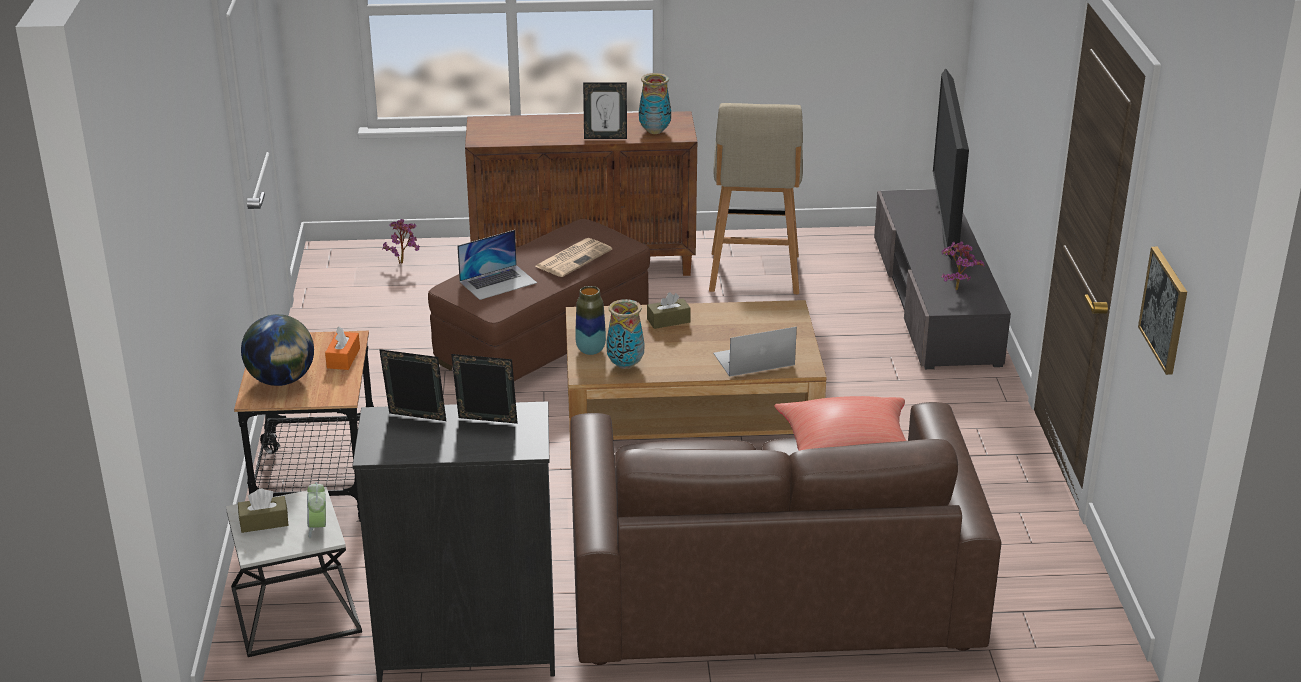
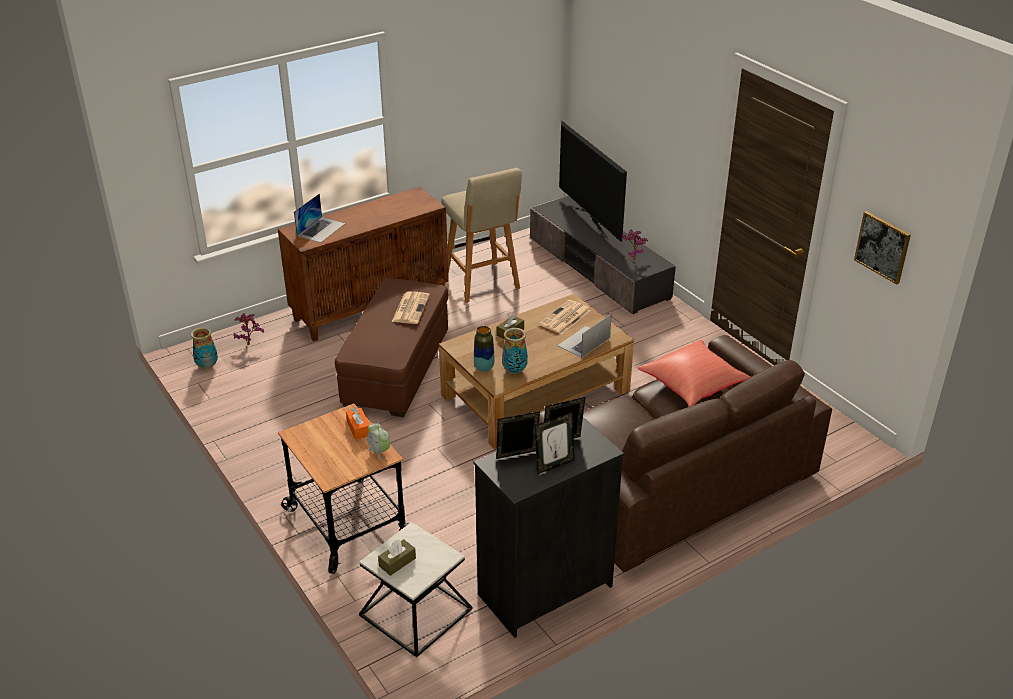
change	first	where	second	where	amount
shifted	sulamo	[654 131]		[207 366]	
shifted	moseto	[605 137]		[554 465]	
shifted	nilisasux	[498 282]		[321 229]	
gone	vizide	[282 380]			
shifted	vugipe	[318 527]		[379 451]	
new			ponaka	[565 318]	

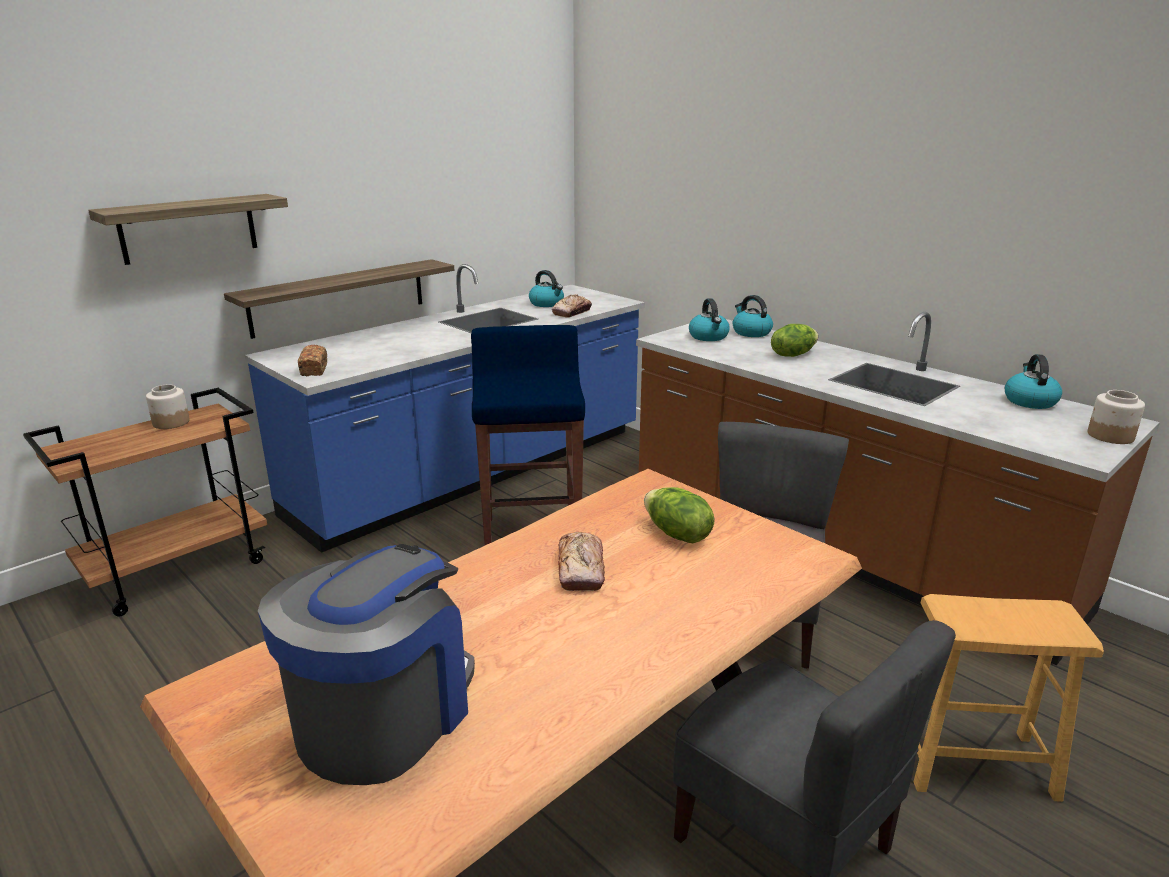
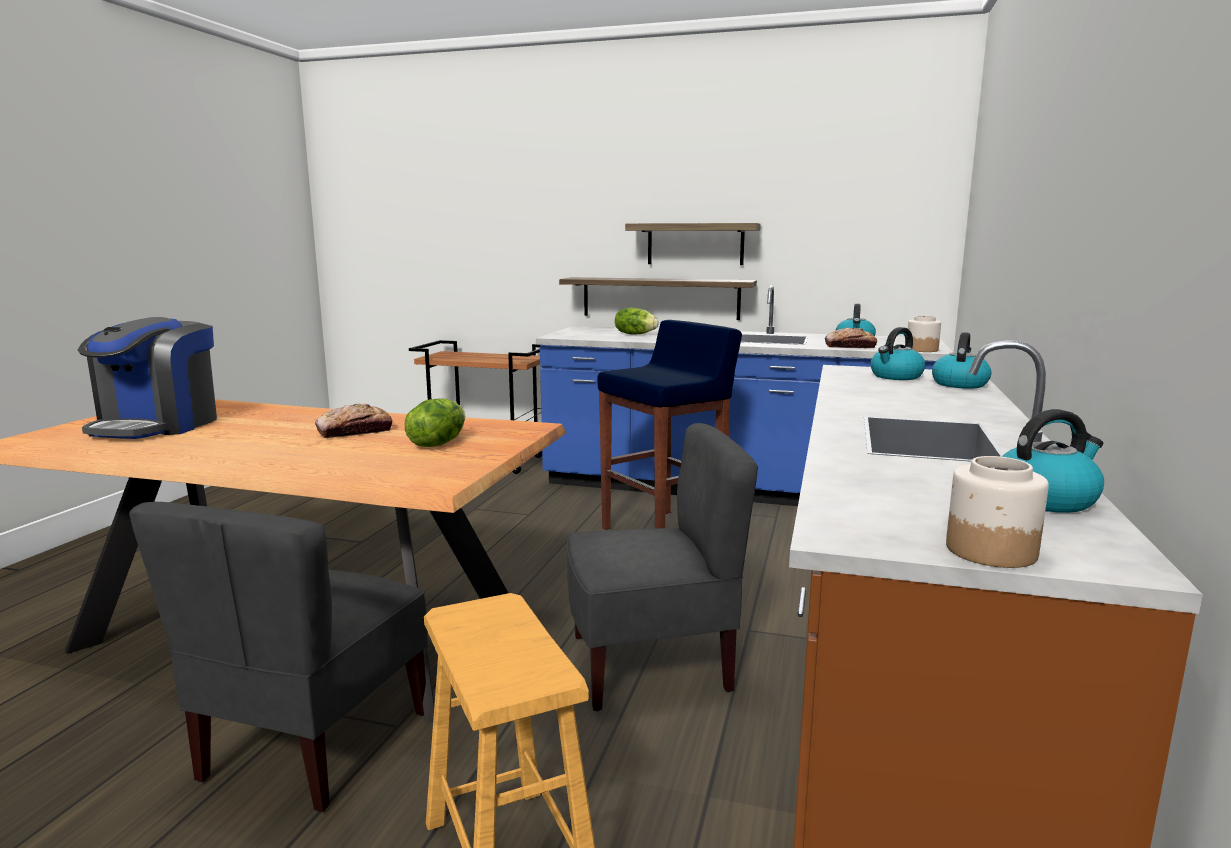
change	first	where	second	where	amount
shifted	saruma	[188 228]		[695 244]	
shifted	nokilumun	[792 354]		[635 334]	
gone	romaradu	[314 370]			
shifted	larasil	[171 422]		[921 350]	
rotated	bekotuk	[384 715]		[158 426]	105 degrees clockwise

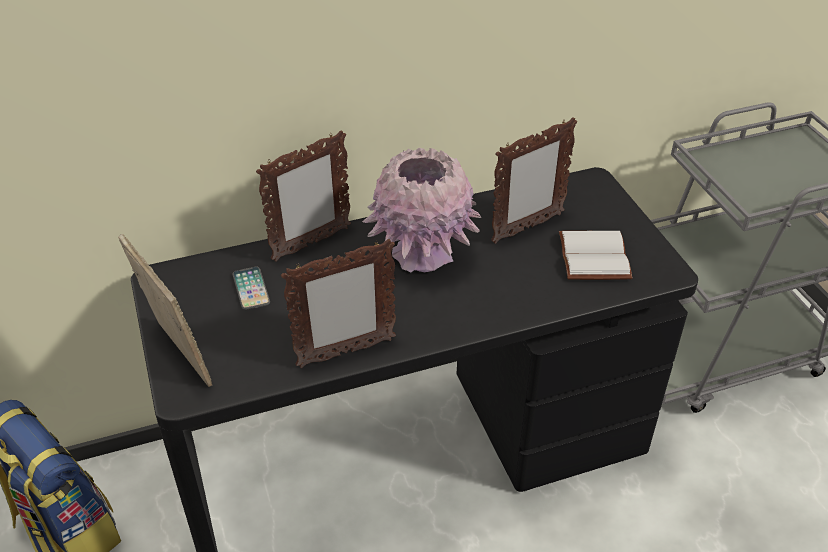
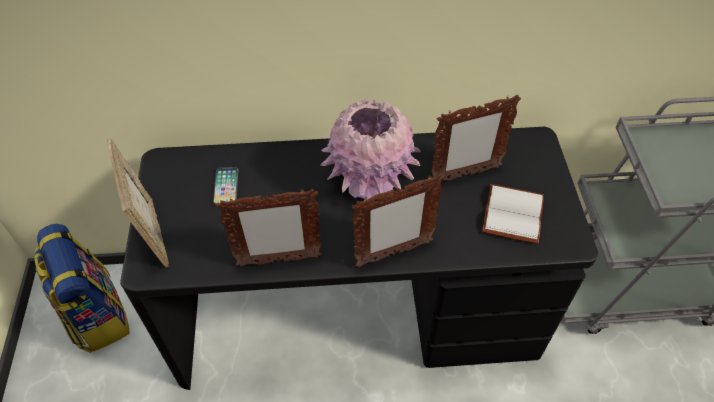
change	first	where	second	where	amount
shifted	moseto	[310 244]		[393 254]	

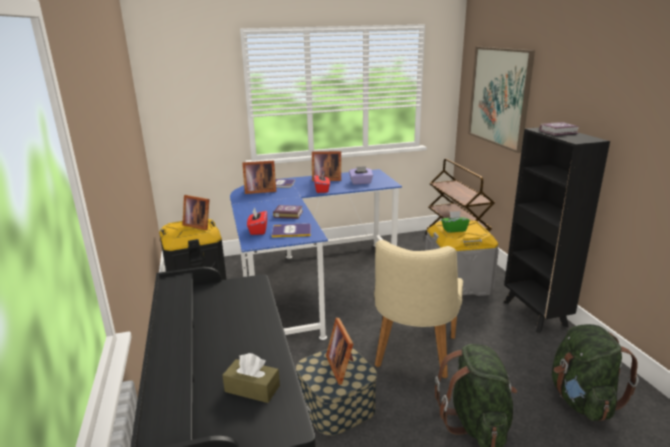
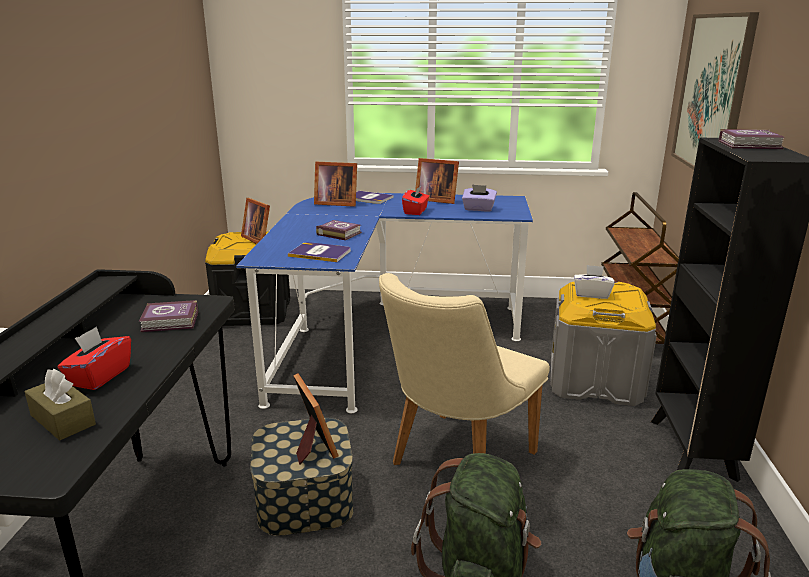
change	first	where	second	where	amount
shifted	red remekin	[258 230]		[99 376]	
repainted	green remekin	[454 229]	white remekin	[591 294]	
rotated	moseto	[342 366]		[312 445]	150 degrees clockwise
new			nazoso	[171 322]	

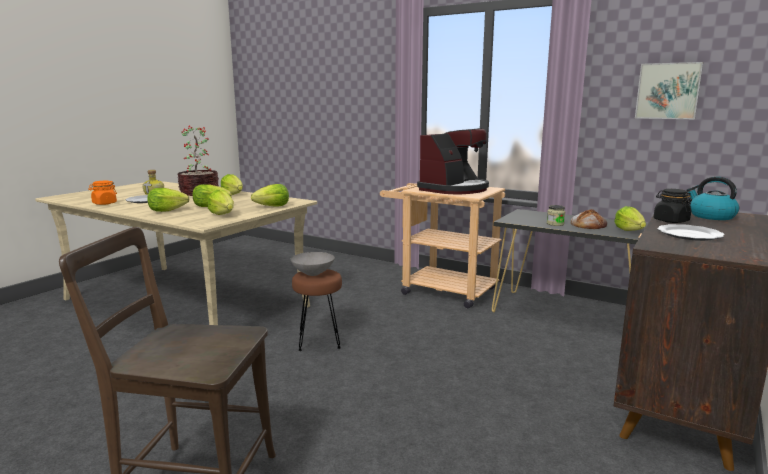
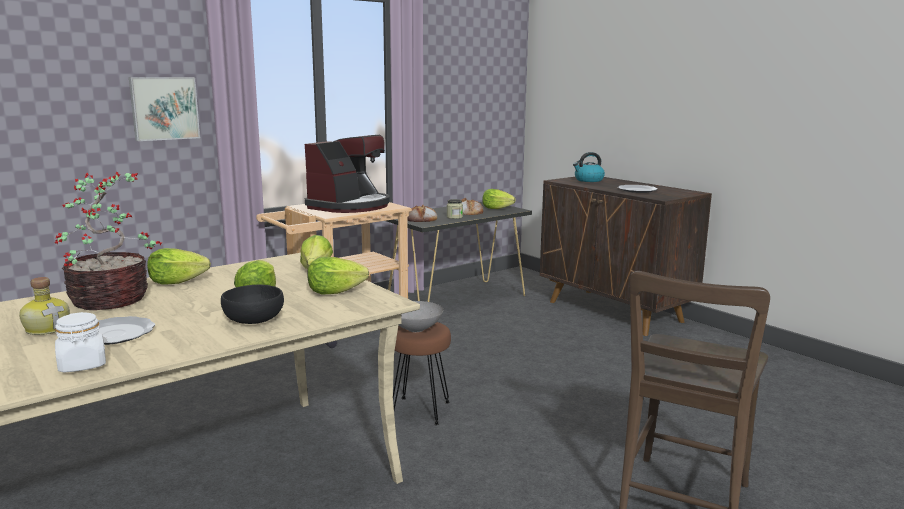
change	first	where	second	where	amount
shifted	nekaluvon	[668 91]		[164 108]	
rotated	bekotuk	[454 189]		[350 206]	60 degrees clockwise
repainted	orange larasil	[104 203]	white larasil	[82 365]	
swapped	nokilumun	[167 211]	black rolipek	[253 319]	
gone	black larasil	[670 221]			
new			romaradu	[422 219]	

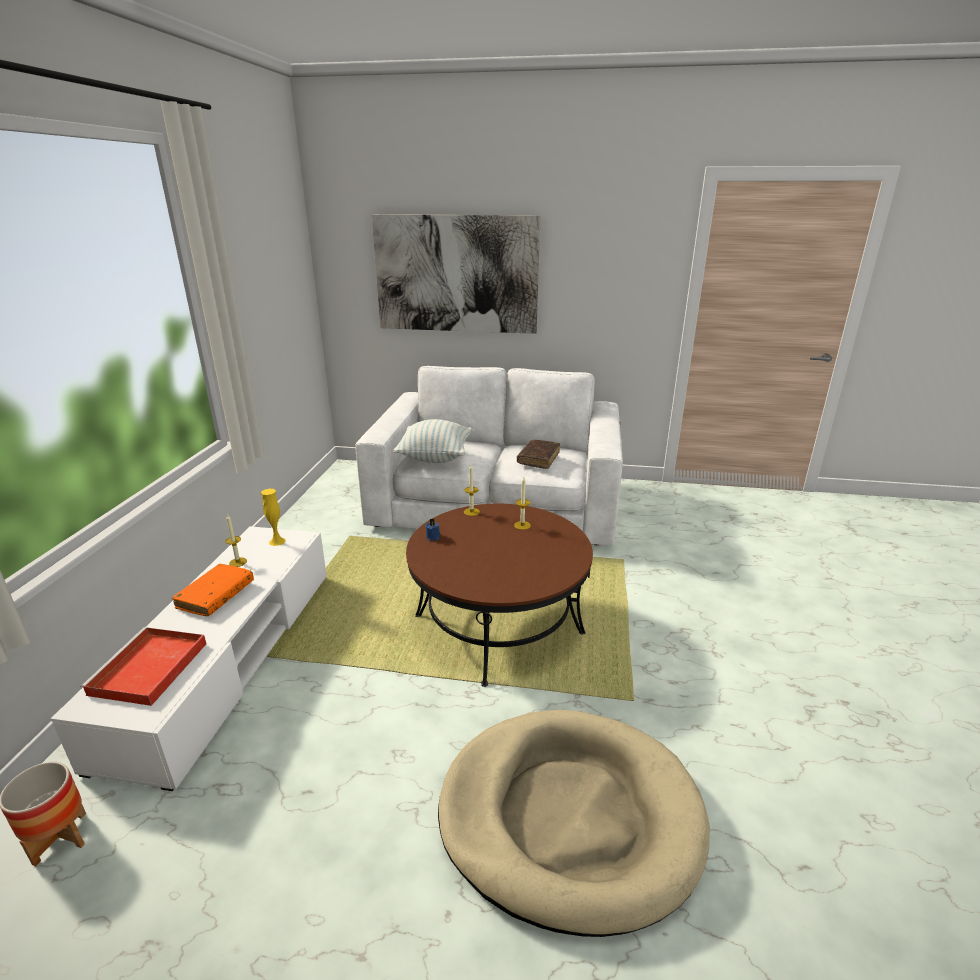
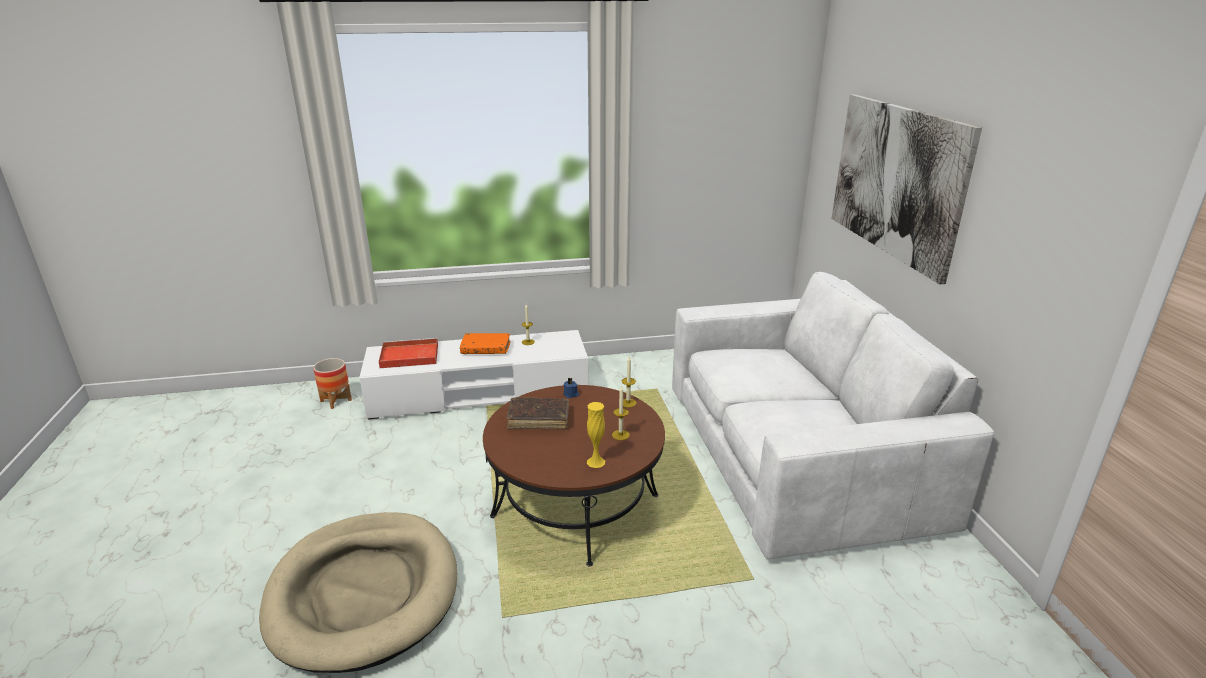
change	first	where	second	where	amount
gone	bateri	[435 457]			
shifted	brown nazoso	[538 459]		[538 419]	
shifted	yellow sulamo	[277 541]		[596 462]	

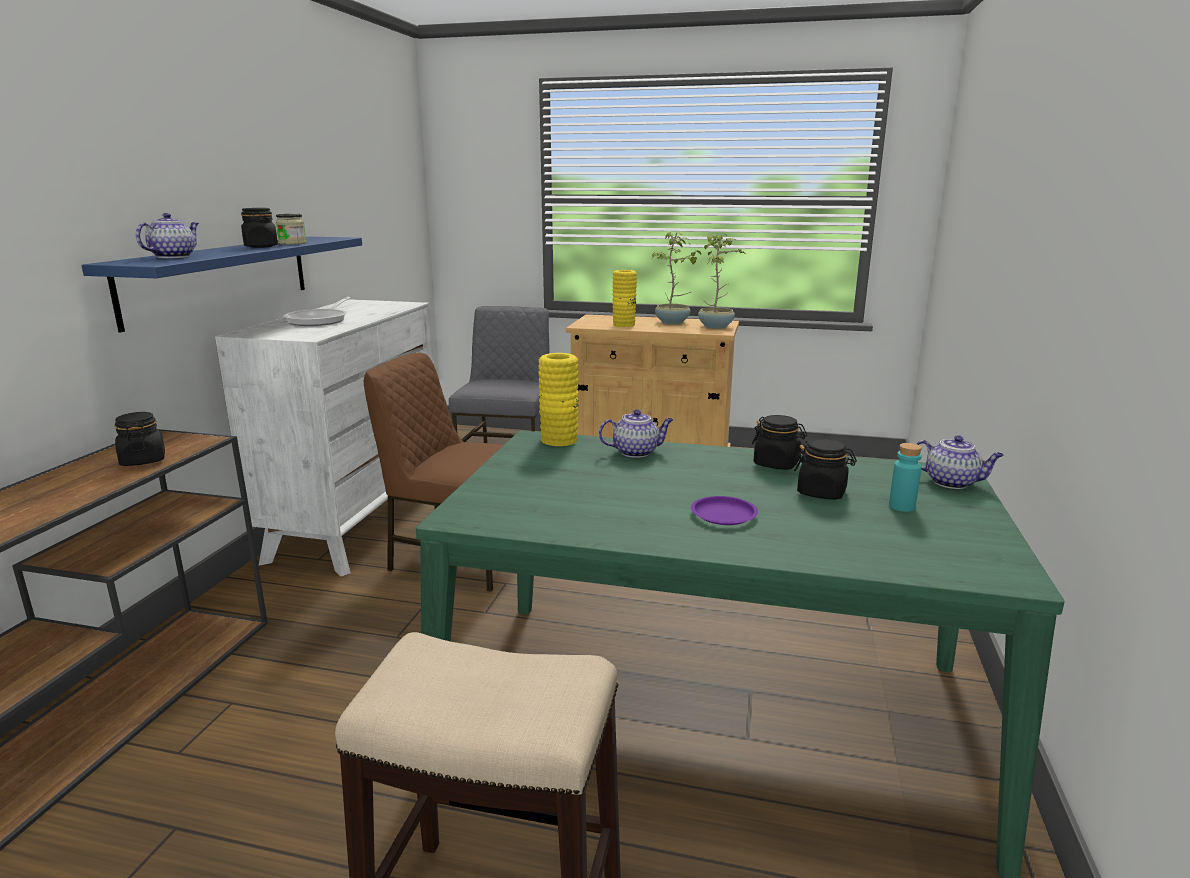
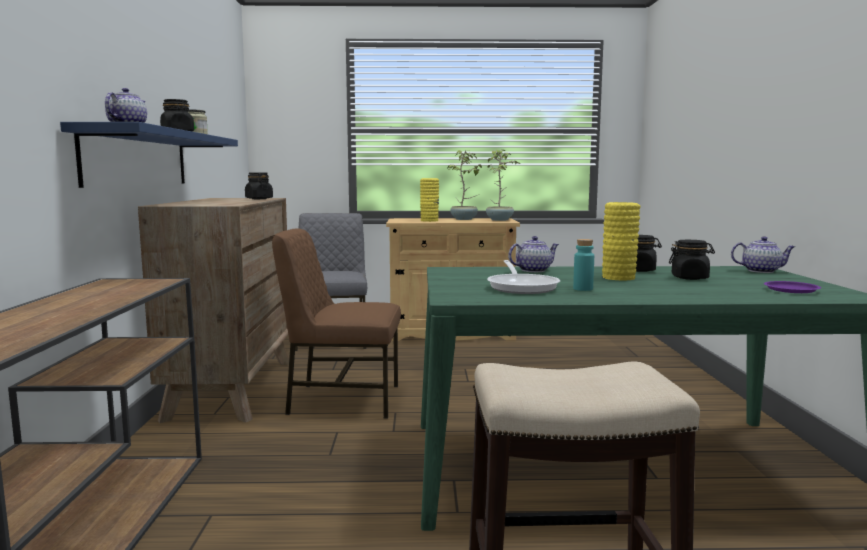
change	first	where	second	where	amount
shifted	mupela	[320 320]		[522 287]	
repainted	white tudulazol	[357 523]	brown tudulazol	[232 388]	
shifted	yellow sulamo	[559 440]		[618 277]	
shifted	black larasil	[143 460]		[259 199]	
shifted	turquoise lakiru	[901 506]		[583 289]	
shifted	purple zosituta	[724 515]		[791 290]	

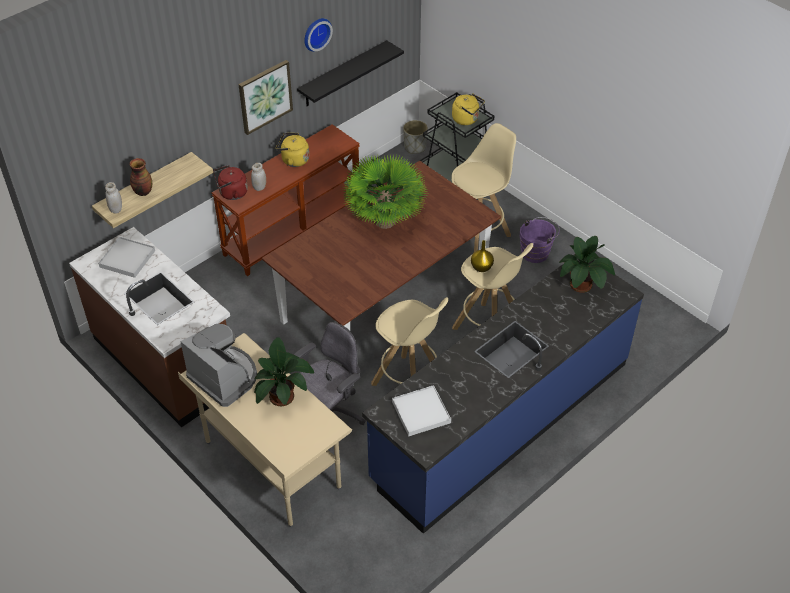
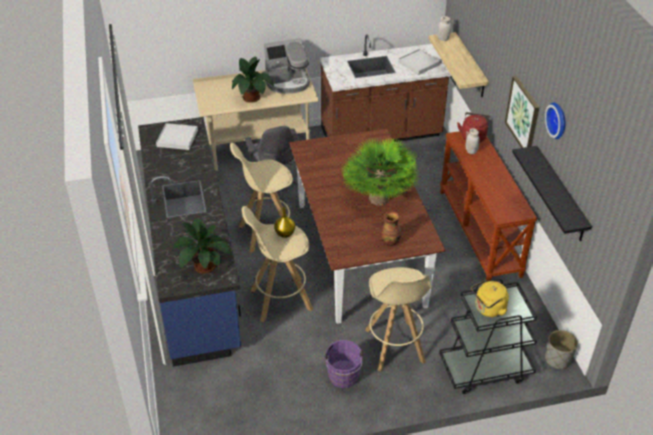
change	first	where	second	where	amount
gone	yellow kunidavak	[293 160]			
shifted	sulamo	[142 192]		[390 241]	

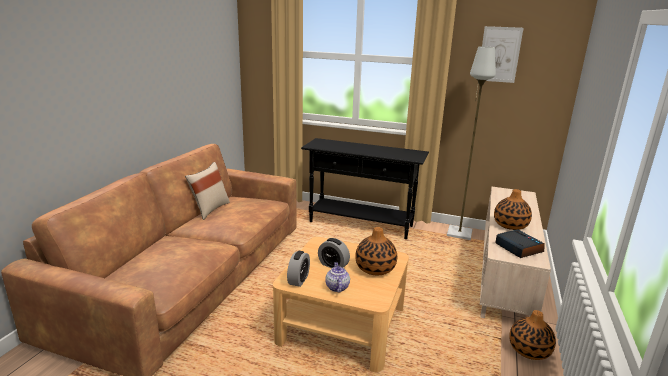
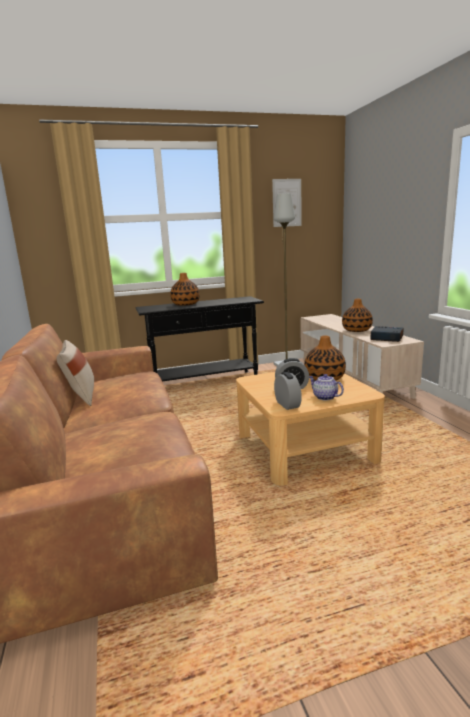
change	first	where	second	where	amount
shifted	sulamo	[529 350]		[186 304]	

